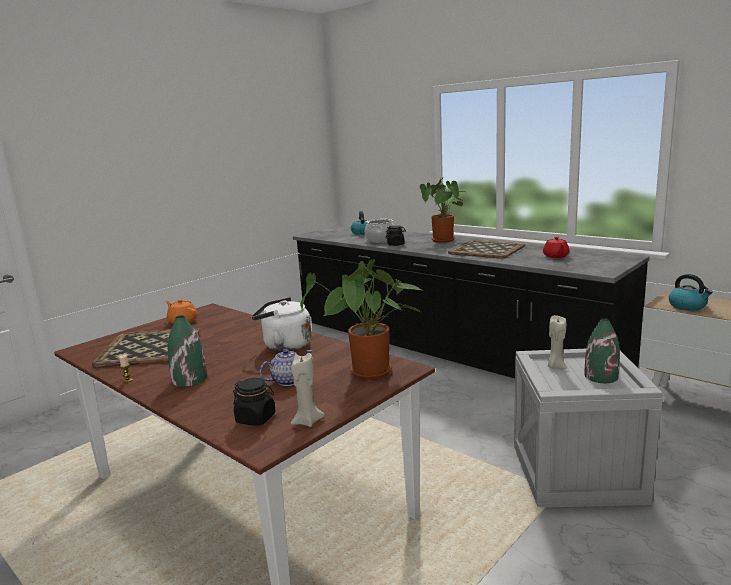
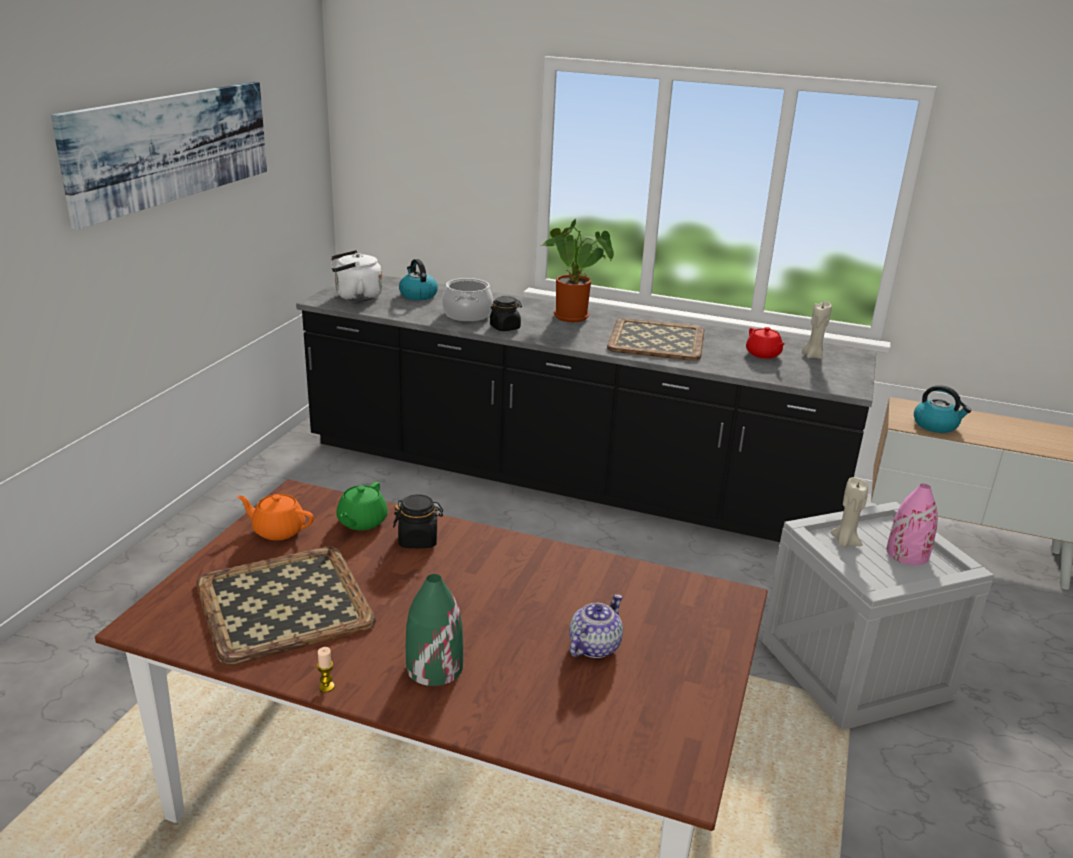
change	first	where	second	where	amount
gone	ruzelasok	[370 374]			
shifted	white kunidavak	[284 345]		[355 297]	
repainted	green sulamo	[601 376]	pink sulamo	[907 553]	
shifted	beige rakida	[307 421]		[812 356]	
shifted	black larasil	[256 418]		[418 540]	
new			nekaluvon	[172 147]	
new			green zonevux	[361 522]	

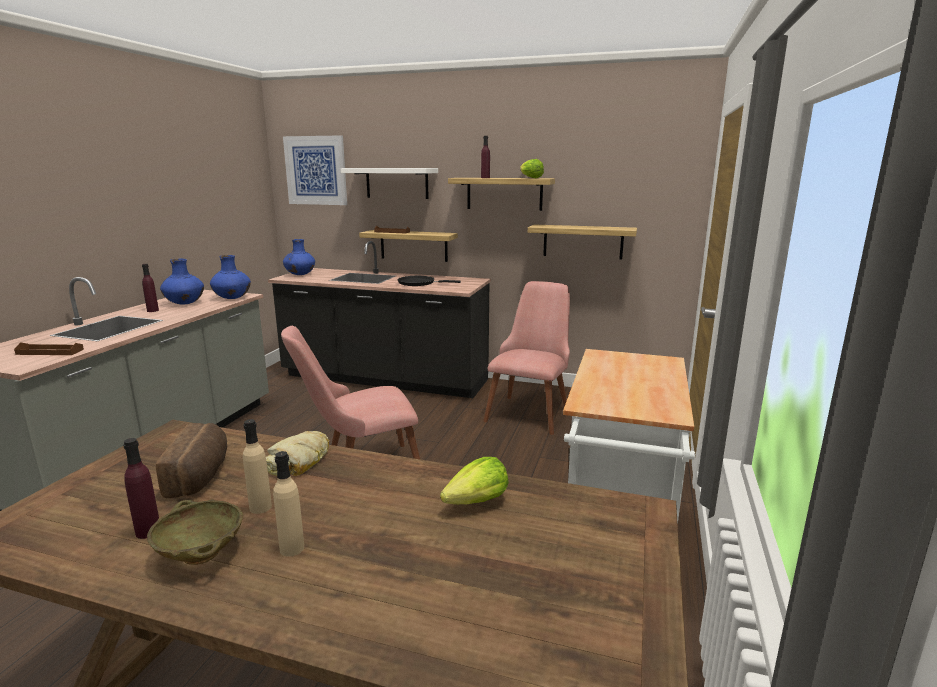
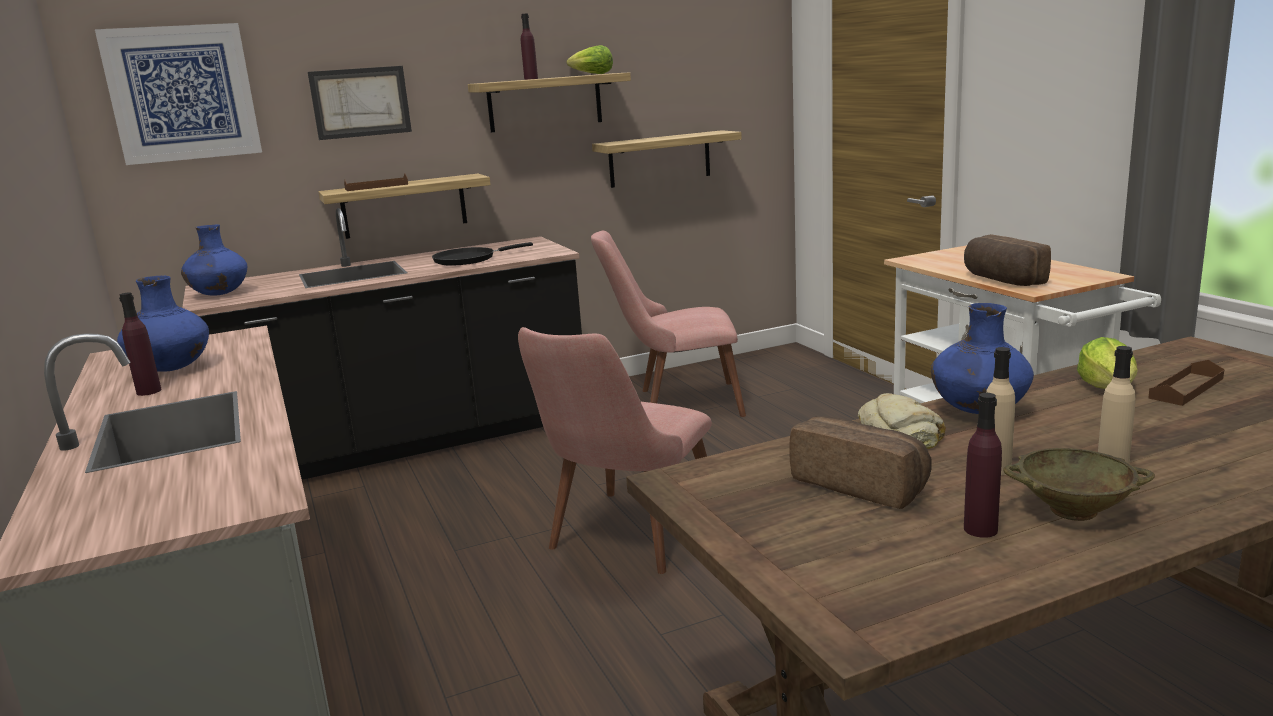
change	first	where	second	where	amount
swapped	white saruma	[397 183]	nekaluvon	[360 102]	
shifted	blue sulamo	[232 298]		[978 411]	
rotated	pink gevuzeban	[531 410]		[674 403]	75 degrees counterclockwise
shifted	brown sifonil	[50 352]		[1186 388]	
new			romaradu	[1001 280]	

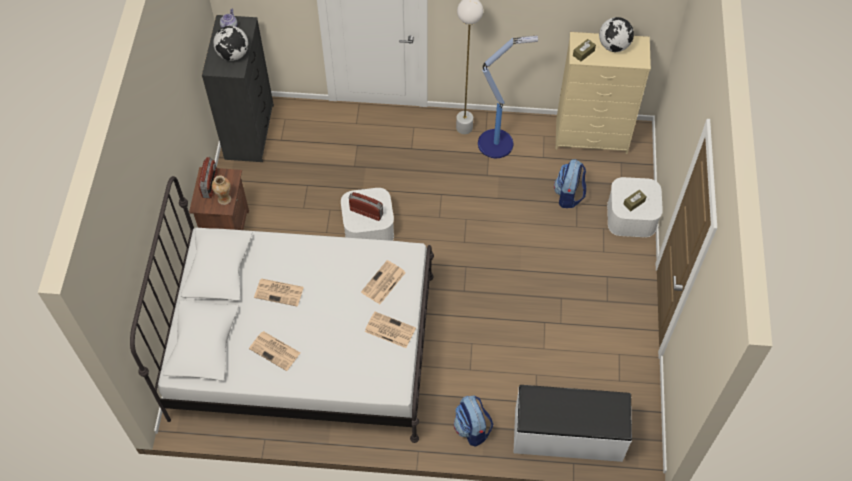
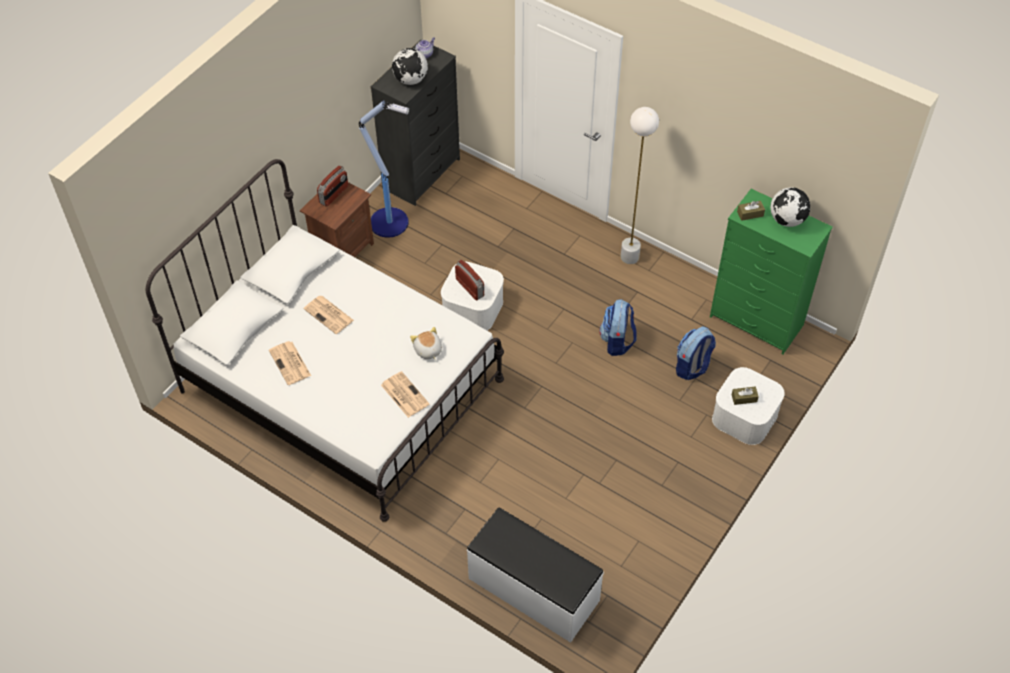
change	first	where	second	where	amount
repainted	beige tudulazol	[592 136]	green tudulazol	[757 321]	
shifted	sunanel	[497 143]		[390 222]	
gone	sulamo	[224 199]			
swapped	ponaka	[383 283]	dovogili	[427 350]	
shifted	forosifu	[472 429]		[617 341]	

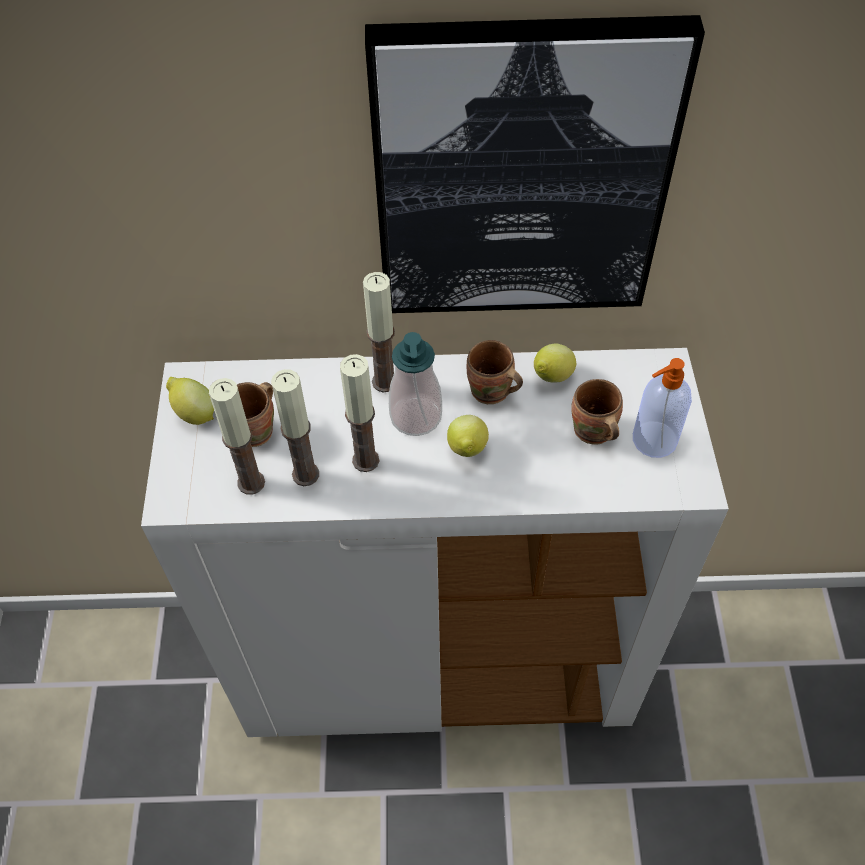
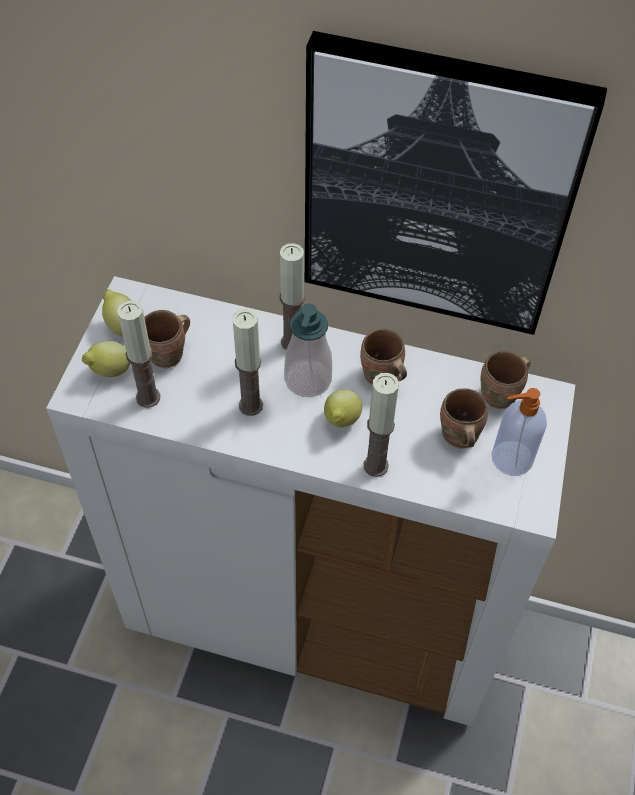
change	first	where	second	where	amount
shifted	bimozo	[551 378]		[109 371]	
shifted	rakida	[305 474]		[376 466]	
new			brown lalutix	[502 396]	

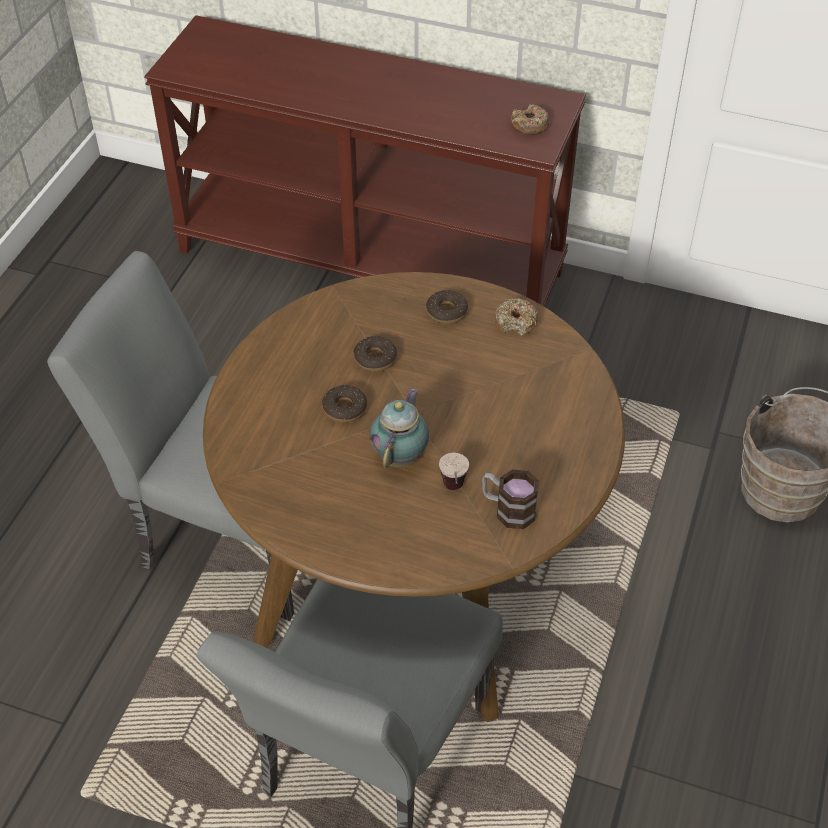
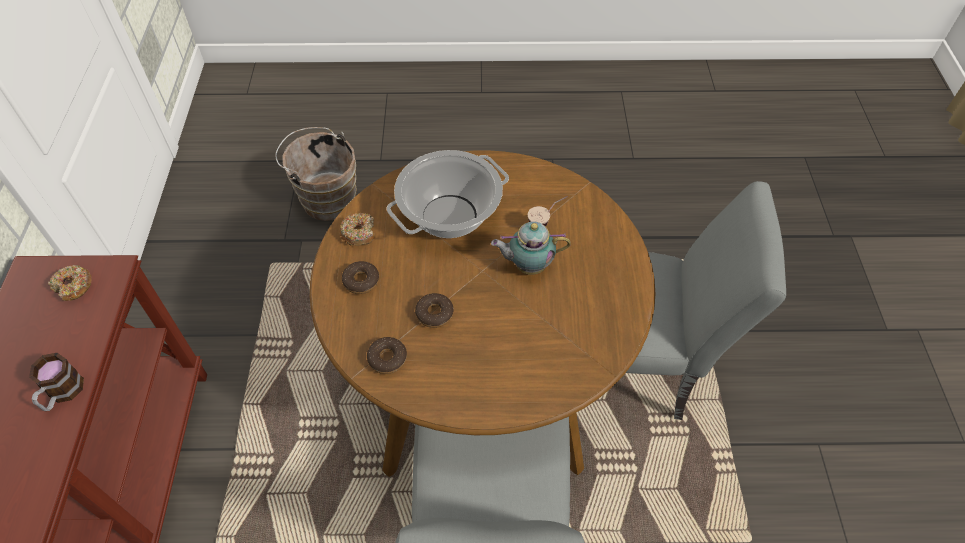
change	first	where	second	where	amount
shifted	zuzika	[344 409]		[387 358]	
shifted	lalutix	[507 509]		[62 394]	
new			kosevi	[450 216]	

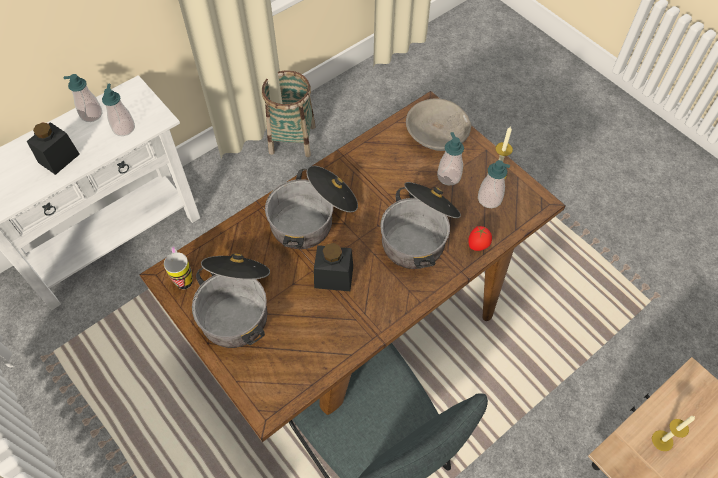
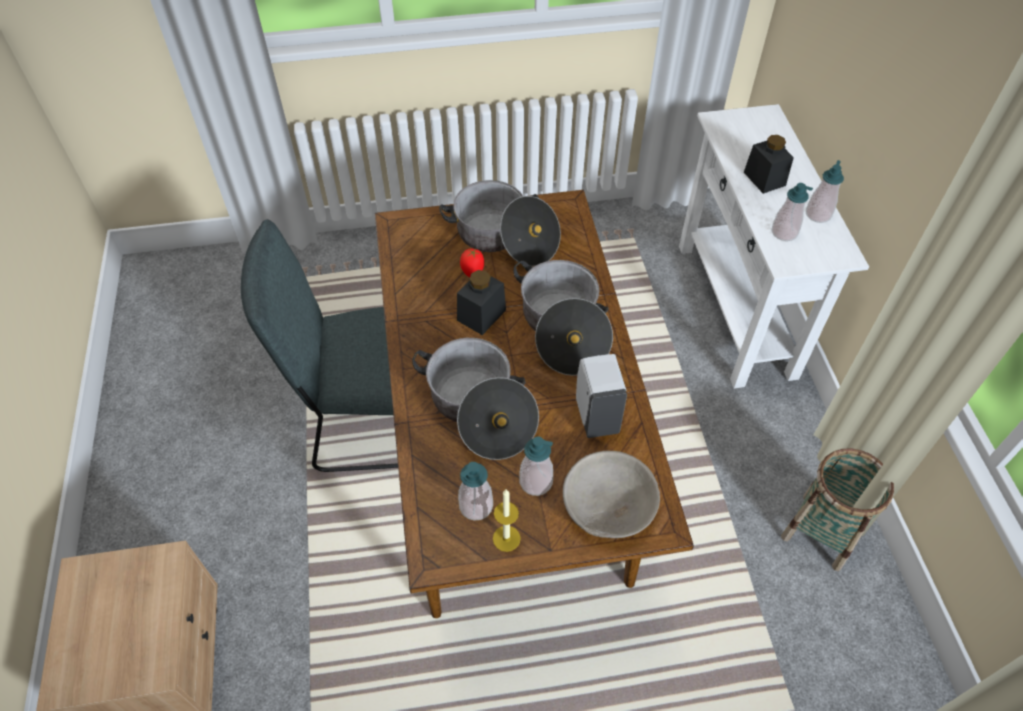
change	first	where	second	where	amount
shifted	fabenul	[478 246]		[472 272]	
gone	lalutix	[183 277]			
gone	rakida	[662 440]			
new			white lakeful	[596 415]	

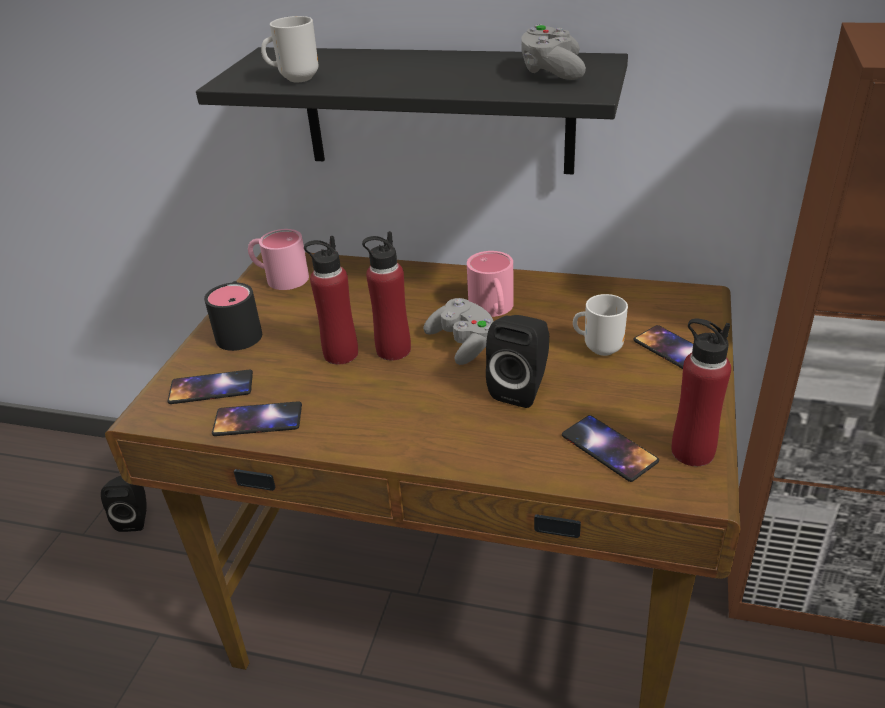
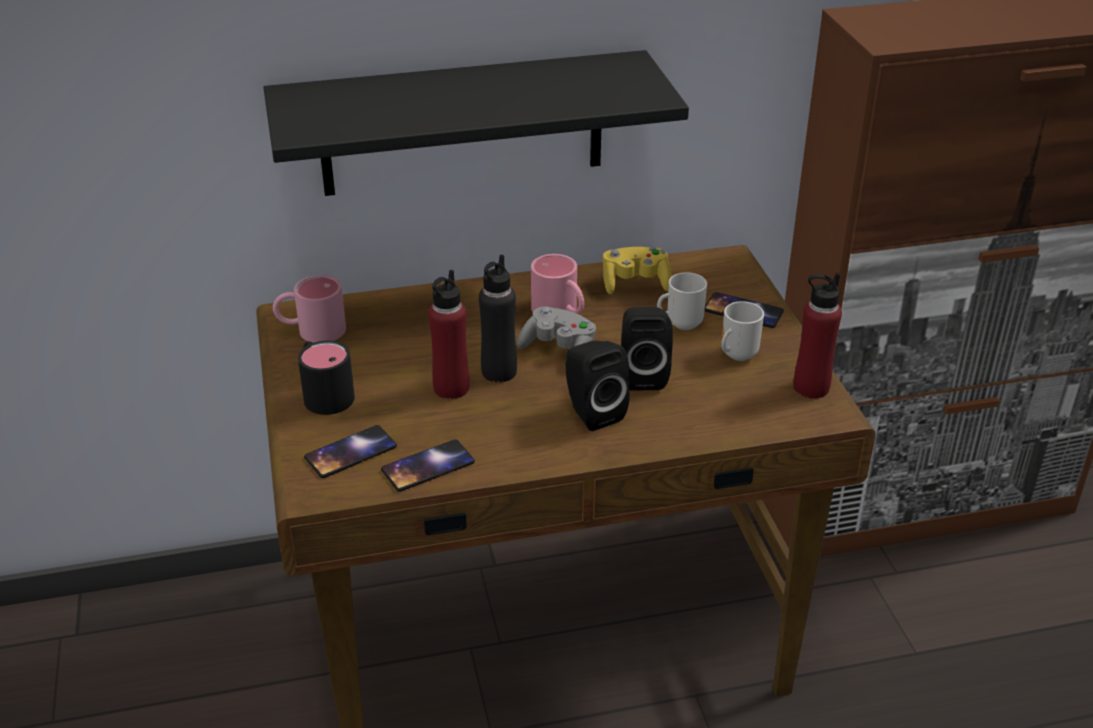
change	first	where	second	where	amount
shifted	lalutix	[296 79]		[736 355]	
gone	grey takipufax	[551 71]			
repainted	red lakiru	[393 350]	black lakiru	[499 372]	
gone	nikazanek	[609 448]			
shifted	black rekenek	[135 518]		[592 412]	
new			yellow takipufax	[635 283]	

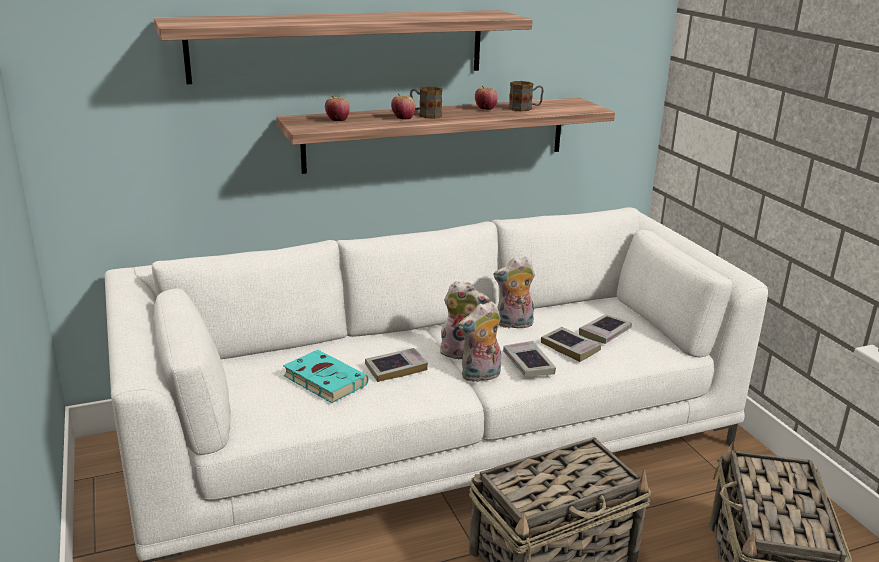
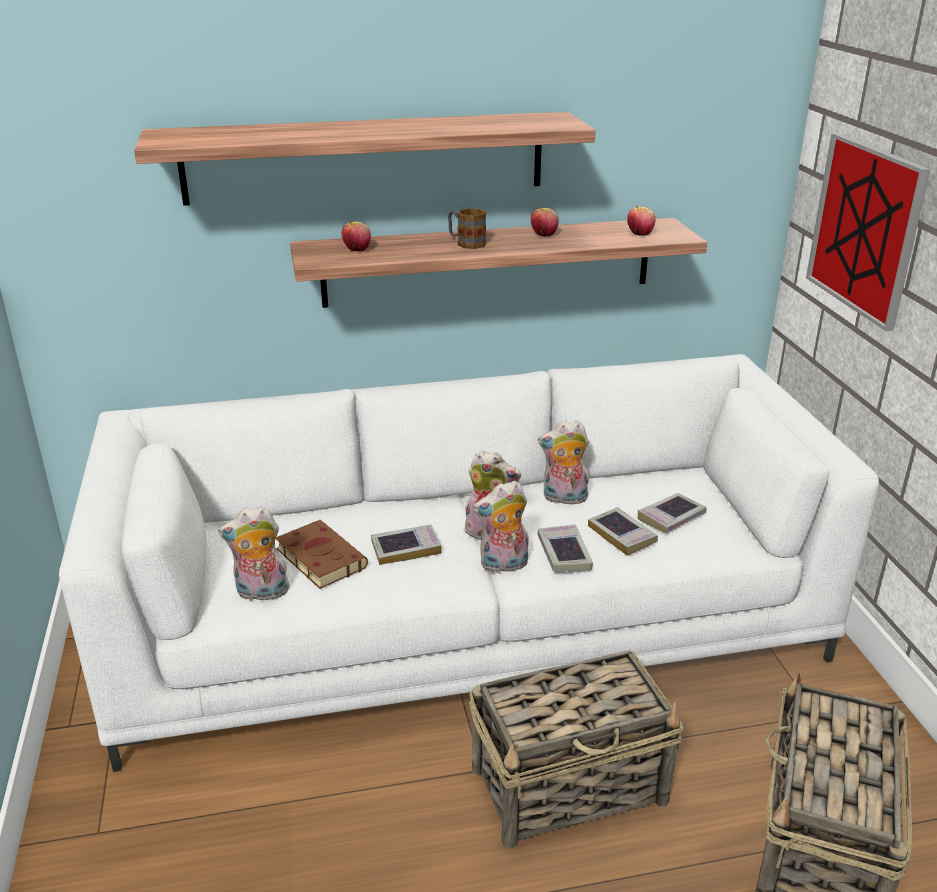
change	first	where	second	where	amount
gone	lalutix	[525 109]			
shifted	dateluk	[403 118]		[640 234]	
repainted	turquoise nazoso	[323 380]	brown nazoso	[319 557]	
new			nekaluvon	[865 229]	
new			dovogili	[261 593]	

